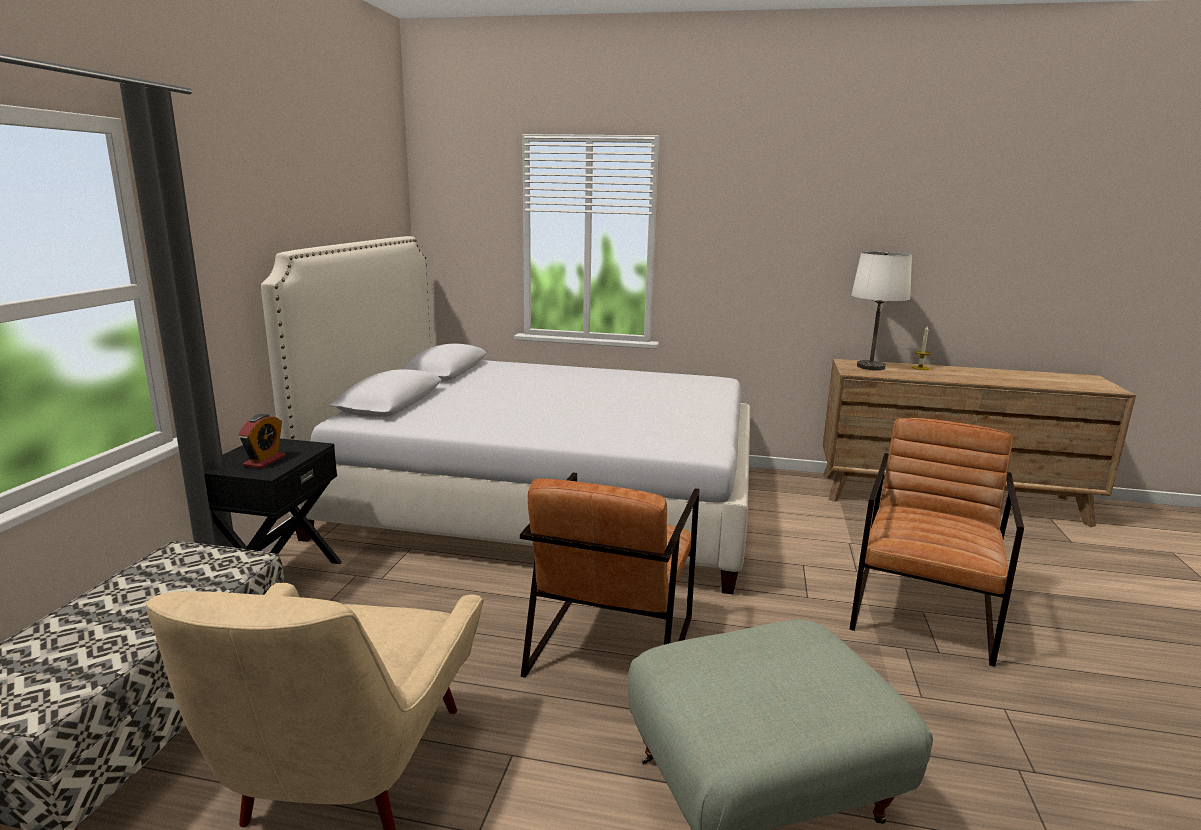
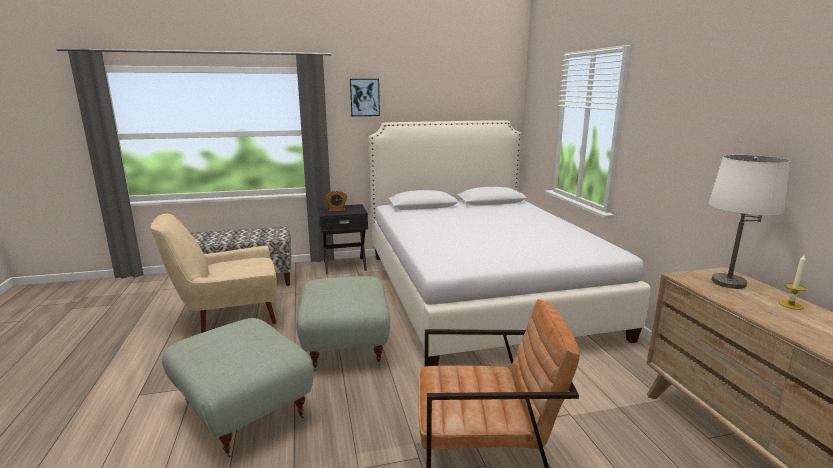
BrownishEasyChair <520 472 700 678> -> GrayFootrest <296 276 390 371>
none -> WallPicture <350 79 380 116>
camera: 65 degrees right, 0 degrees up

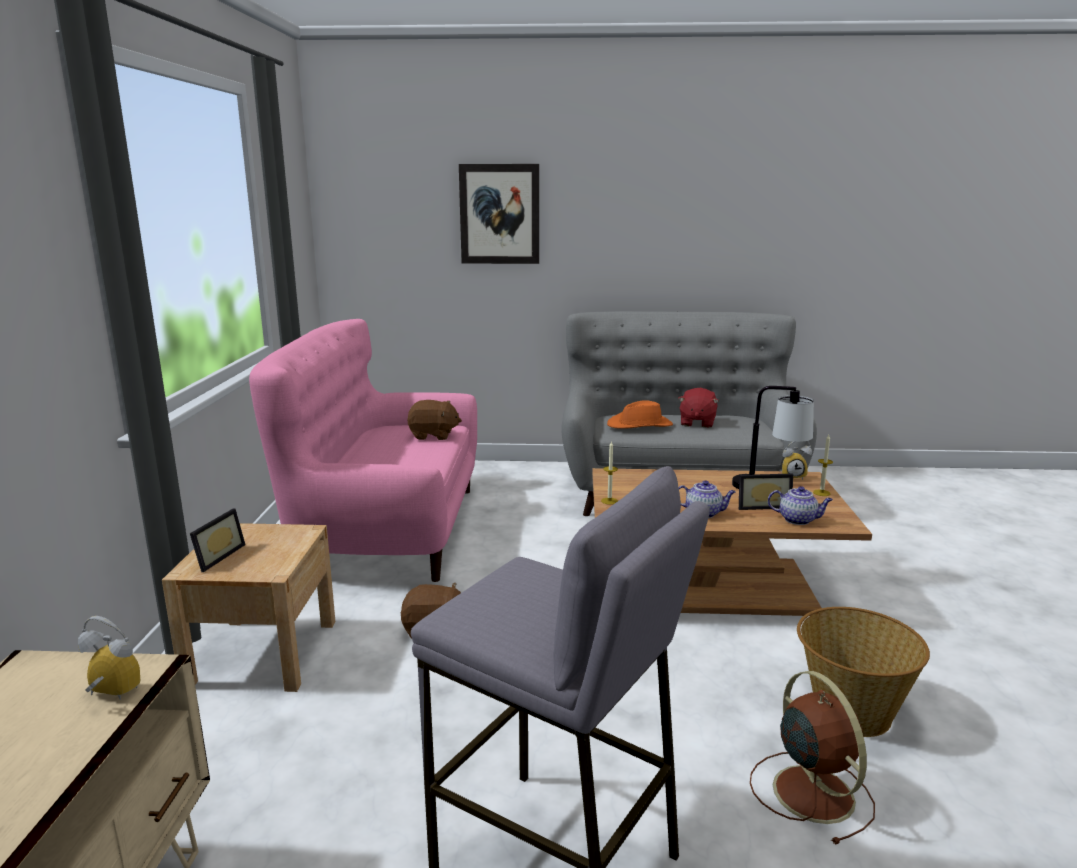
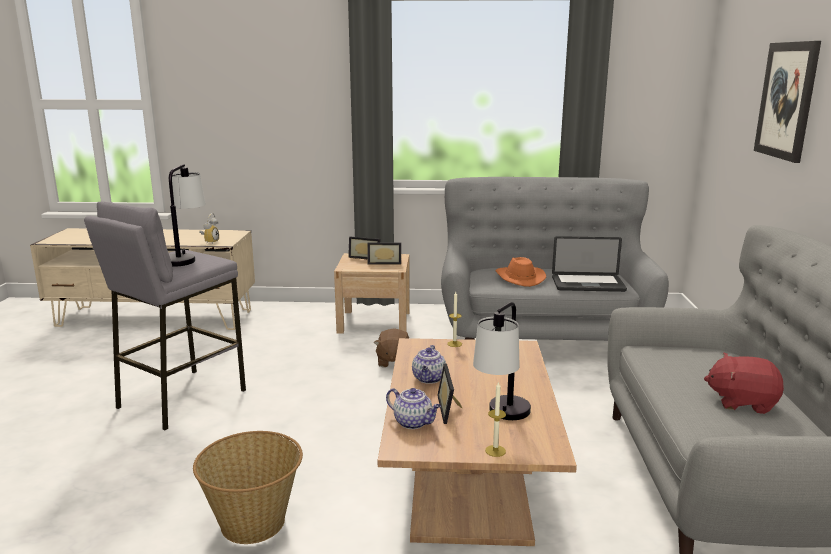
PinkishSettee <249 319 477 582> -> GraySettee <441 177 669 341>
BrownishCuddlyToy <407 400 462 440> -> PortableComputer <552 236 627 292>
OrangeyClothingHat <607 400 673 429> -> OrangeyClothingHat <495 257 546 287>, move
AlarmClock <782 441 812 480> -> none
TeaPot <768 486 833 525> -> TeaPot <386 388 441 429>, 75 degrees counterclockwise
BrownishCoolingFan <750 671 875 844> -> none
none -> LampForATable <169 164 205 267>
none -> StandingFrame <367 243 401 265>
camera: 90 degrees right, 0 degrees up

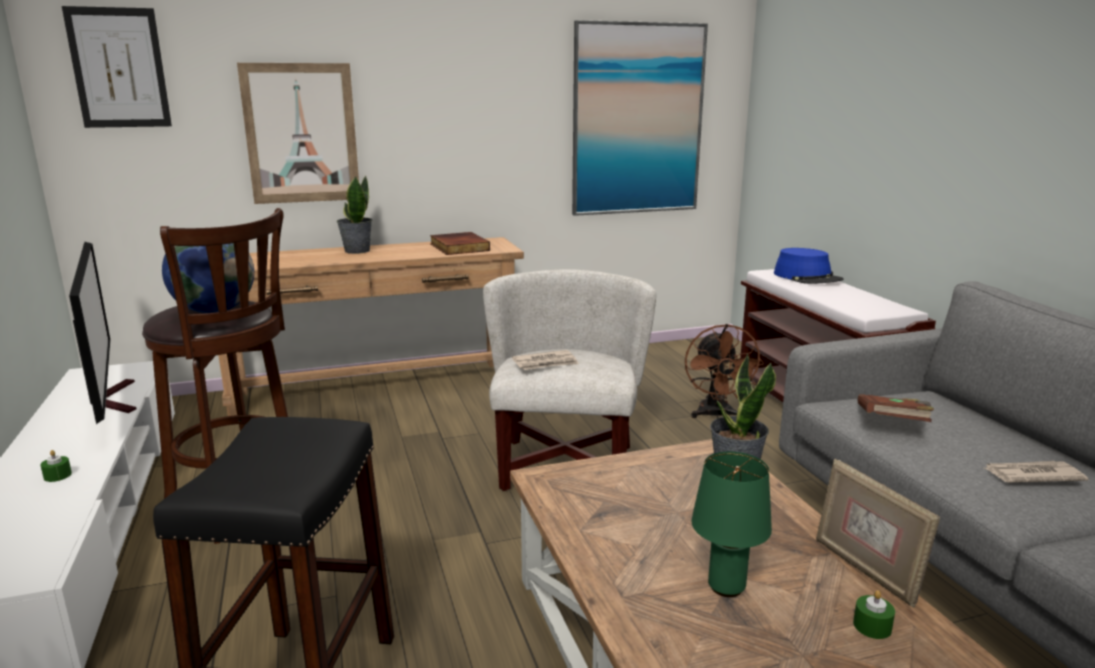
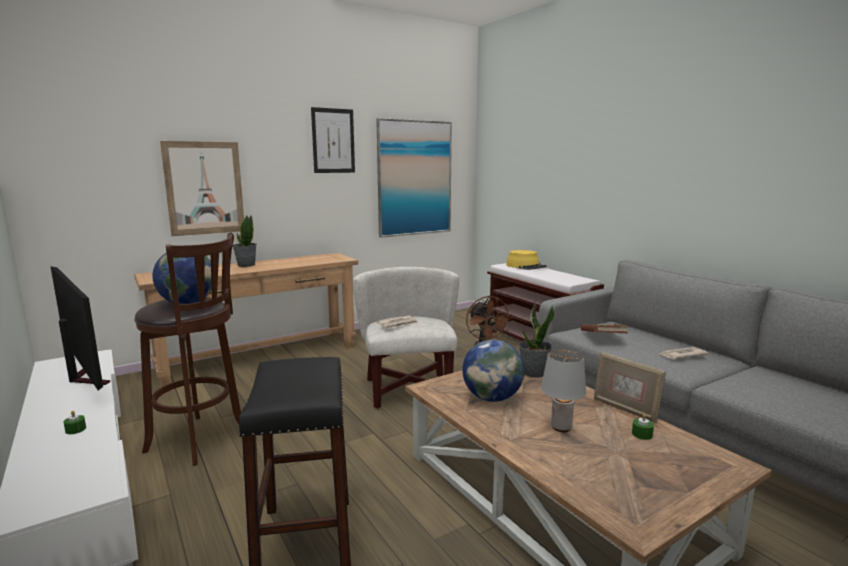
WallPicture <62 6 172 128> -> WallPicture <311 107 355 173>, move
Volume <430 232 490 255> -> none
BluishClothingHat <774 248 844 284> -> YellowClothingHat <506 250 547 270>
GreenishLampForATable <692 452 772 597> -> GrayLampForATable <541 349 586 432>
none -> Globe <462 339 524 402>
camera: 15 degrees left, 5 degrees down

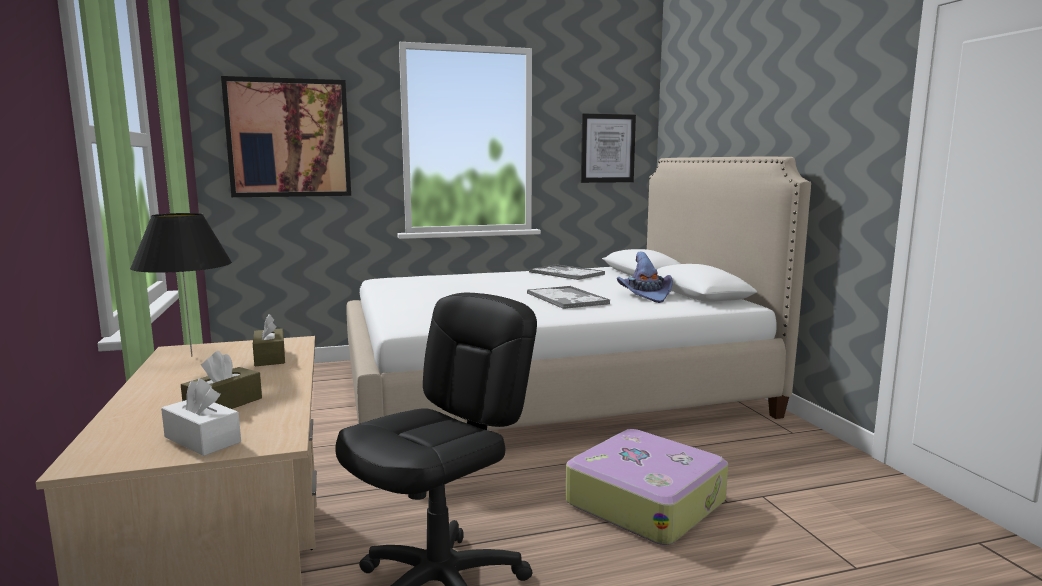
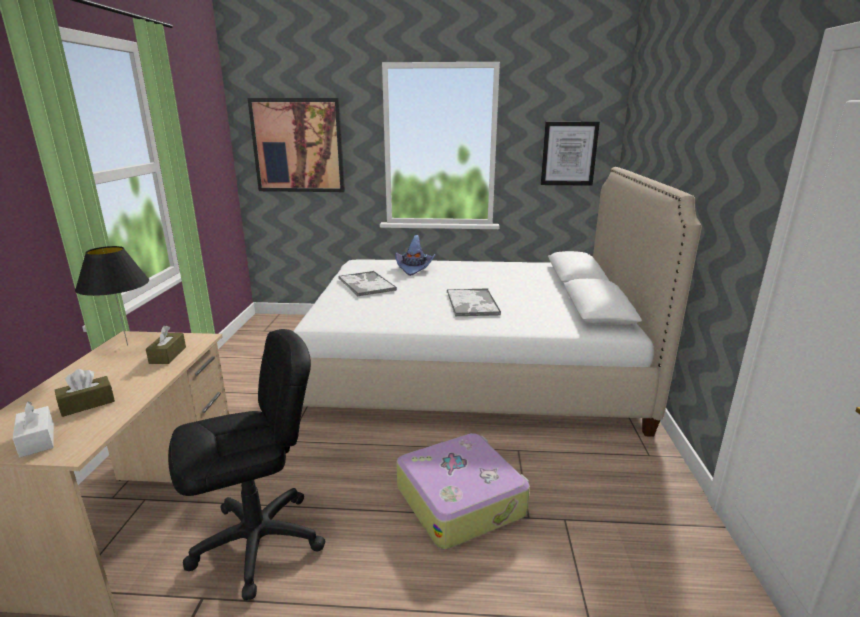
PurplishClothingHat <617 252 673 303> -> PurplishClothingHat <395 235 435 276>, move
Tray <529 264 605 280> -> Tray <338 271 397 296>, move
camera: 20 degrees right, 10 degrees up

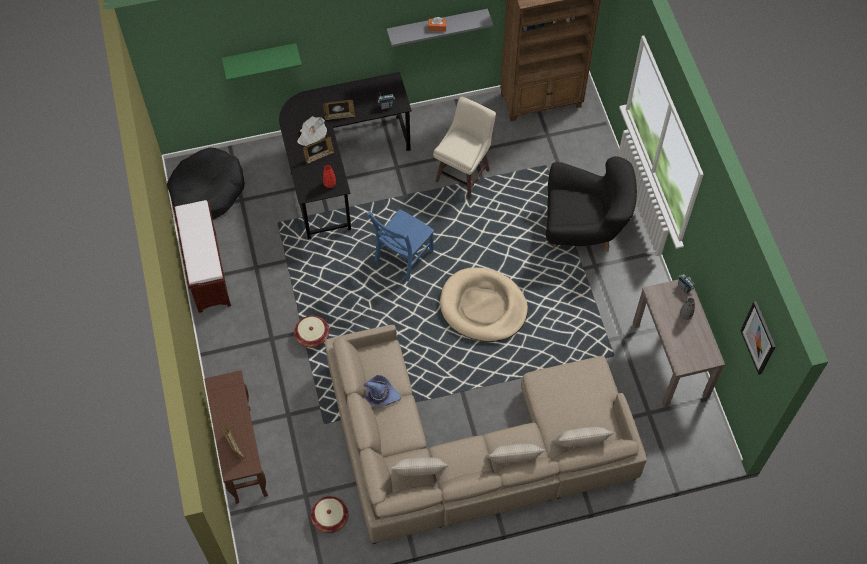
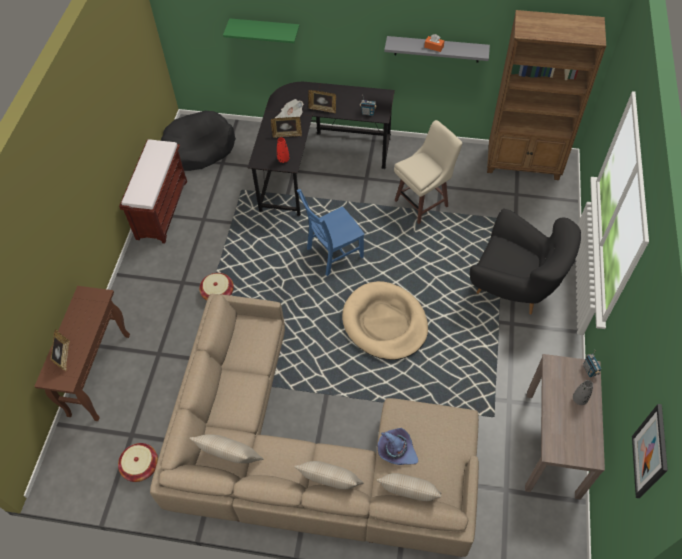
PurplishClothingHat <363 375 401 406> -> PurplishClothingHat <378 428 418 465>, move
camera: 25 degrees right, 5 degrees down

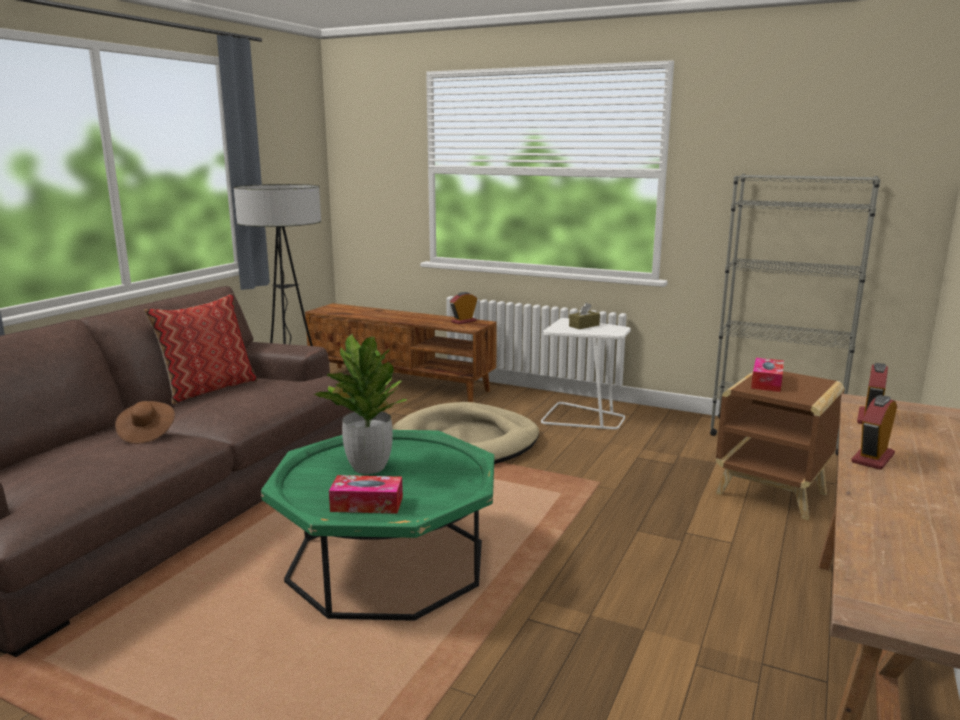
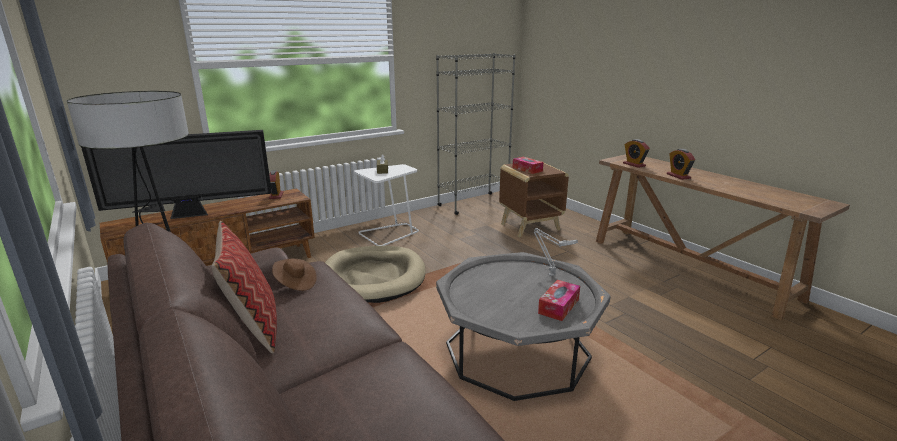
PlantInAPot <314 334 407 474> -> none
BrownishClothingHat <115 401 175 444> -> BrownishClothingHat <272 258 317 291>, move
GreenishLoungeTable <261 430 494 621> -> GrayLoungeTable <436 252 611 401>
none -> Tv <81 130 272 219>
none -> GrayLampForATable <534 228 578 276>
camera: 60 degrees left, 5 degrees up

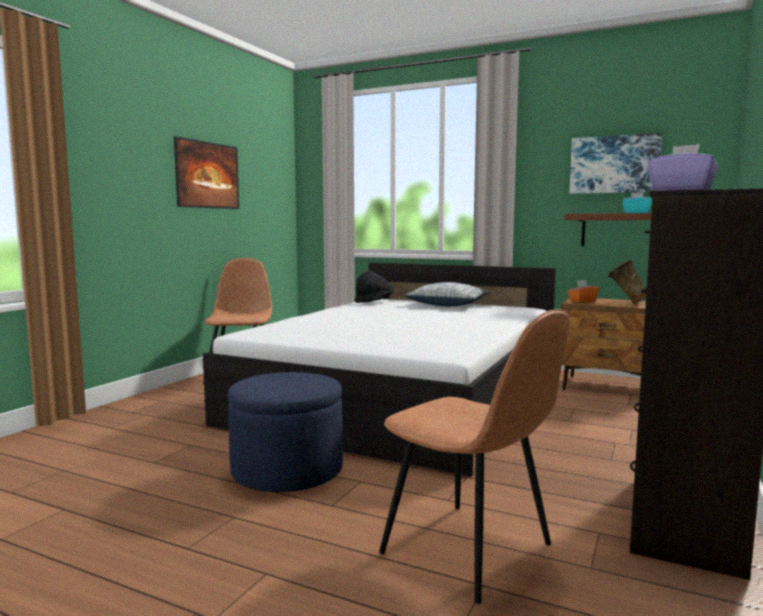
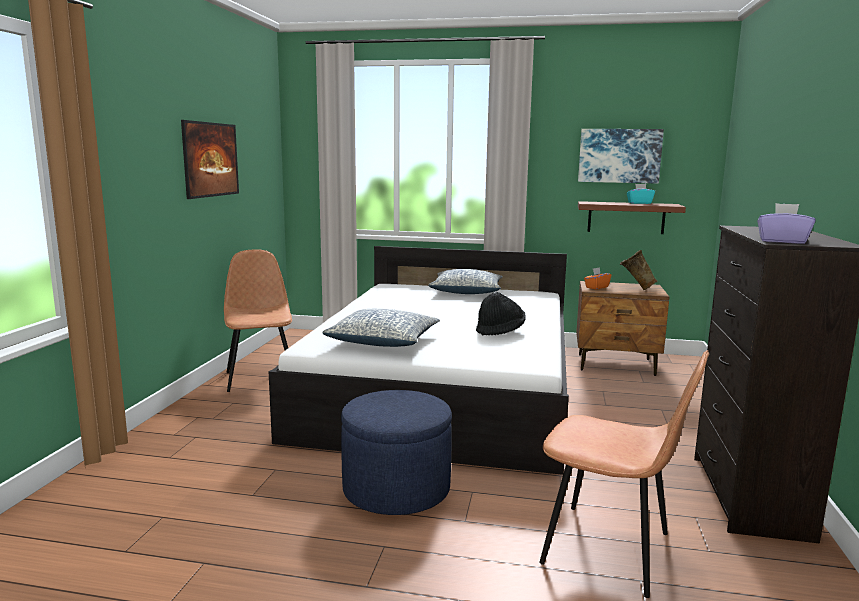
BlackishClothingHat <355 271 394 303> -> BlackishClothingHat <476 292 526 335>, move
none -> Pillow <323 309 440 347>
camera: 15 degrees left, 5 degrees up

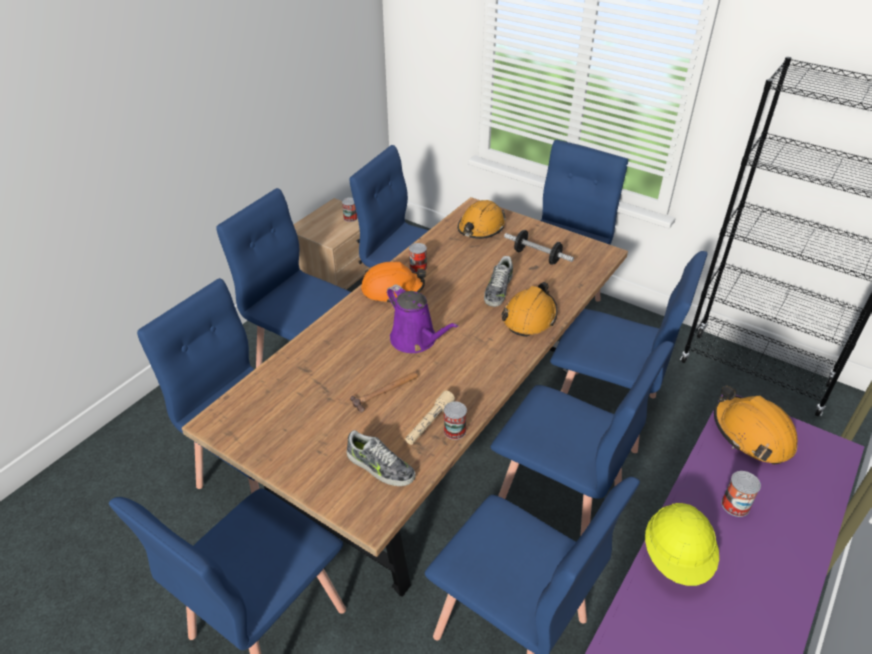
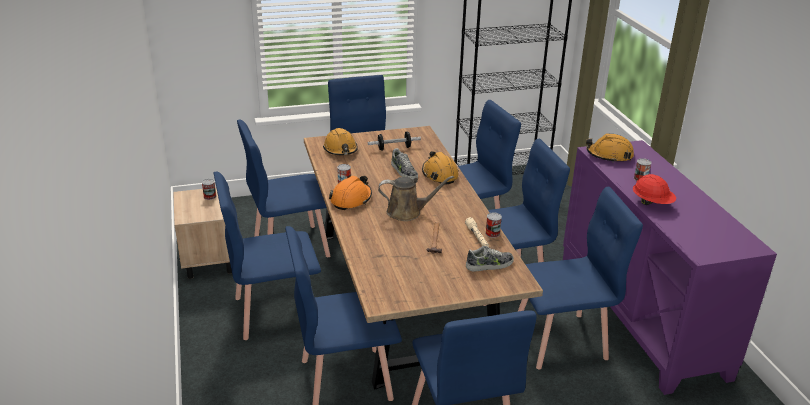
PurplishSprinklingCan <387 284 459 353> -> BrownishSprinklingCan <378 176 454 221>
YellowWorkHelmet <645 503 719 586> -> RedWorkHelmet <633 174 676 205>
camera: 50 degrees left, 10 degrees down

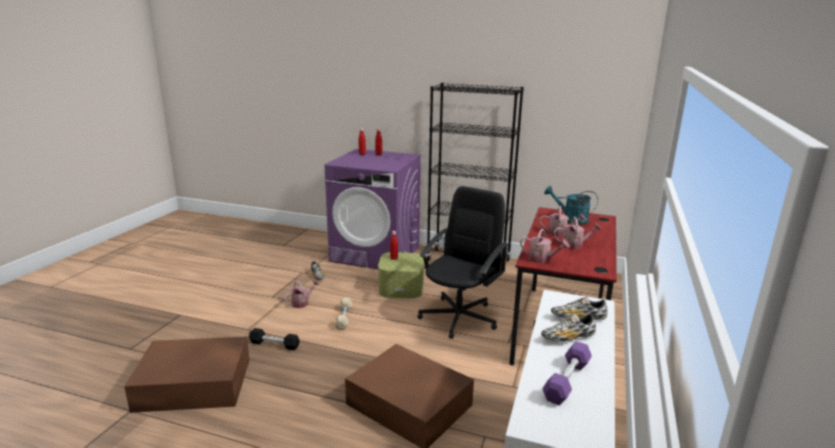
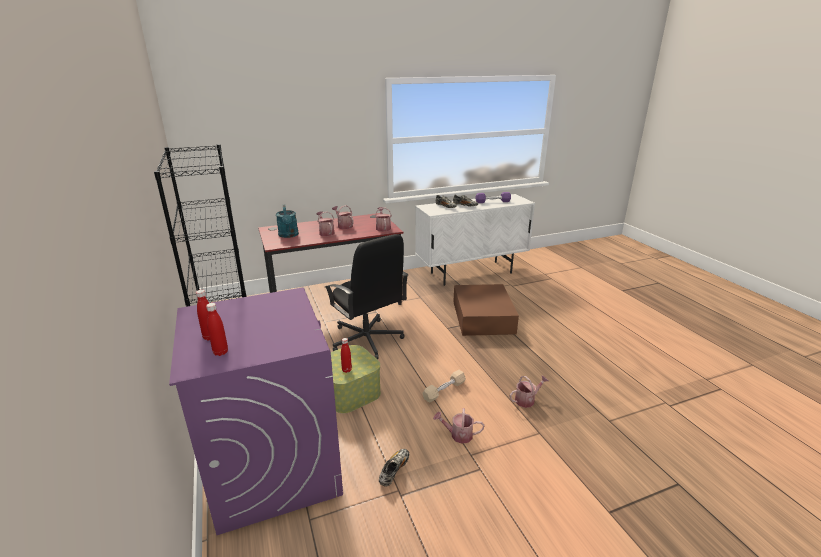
BlackishComputerChair <417 186 509 339> -> BlackishComputerChair <325 234 408 359>, 120 degrees counterclockwise
BlackishFreeWeight <249 328 300 350> -> SprinklingCan <510 375 549 408>
BrownishStorageBin <124 337 250 413> -> none
camera: 130 degrees left, 5 degrees up

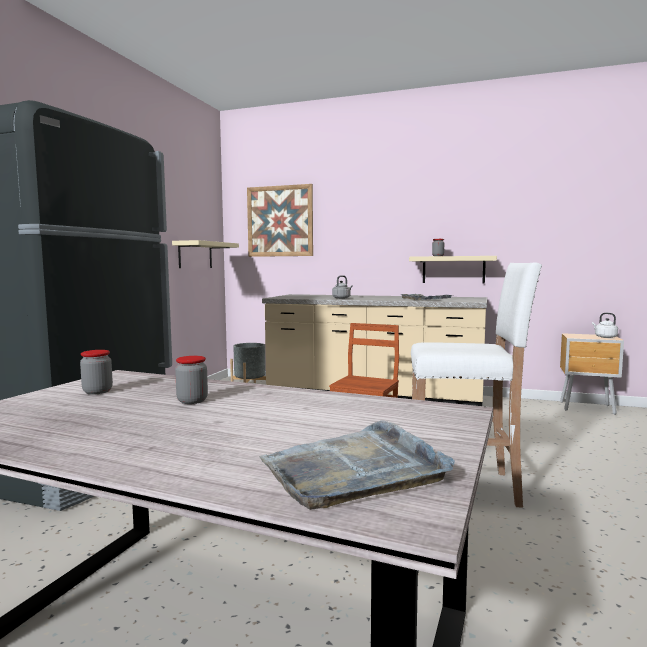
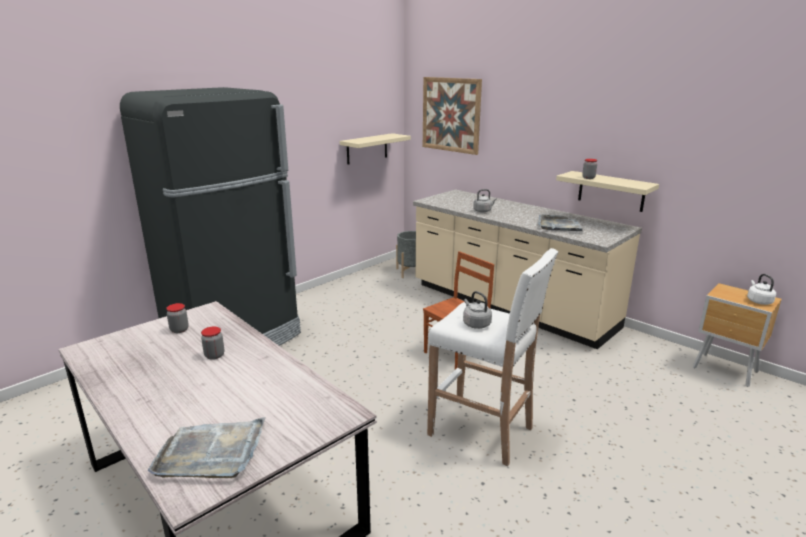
none -> GrayKettle <463 291 492 329>
camera: 25 degrees right, 15 degrees up

